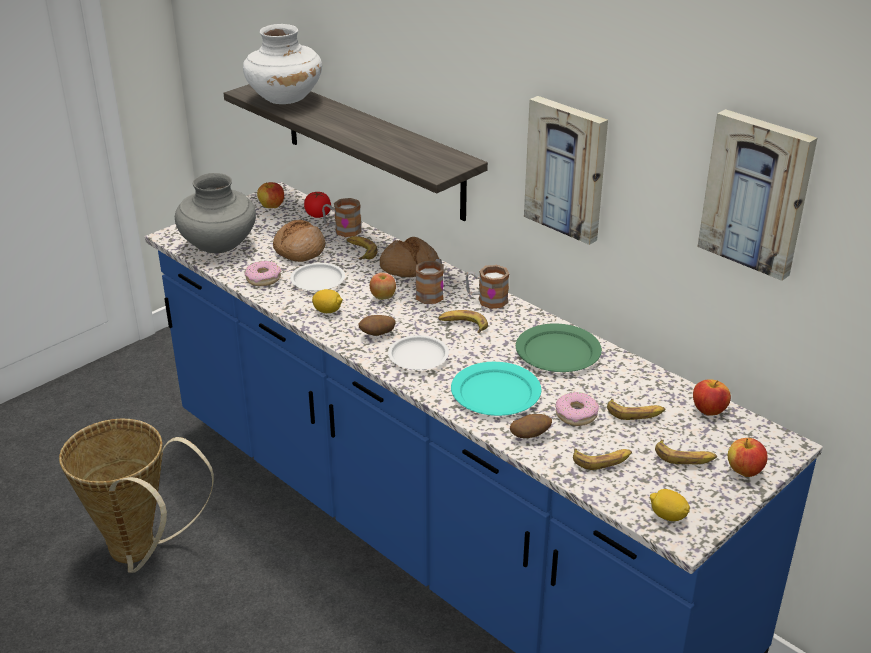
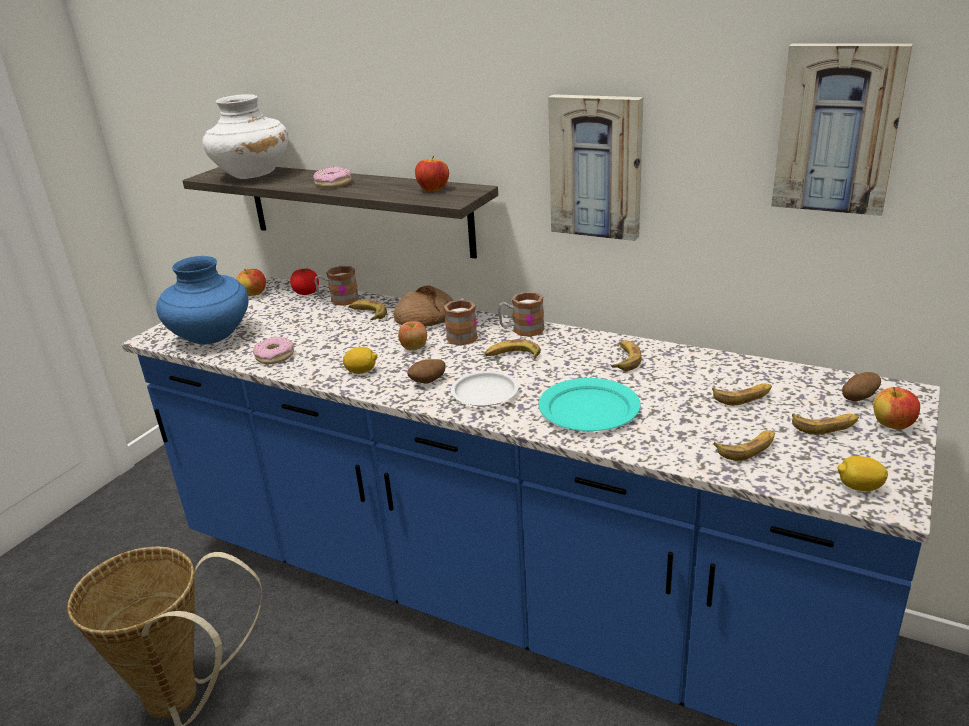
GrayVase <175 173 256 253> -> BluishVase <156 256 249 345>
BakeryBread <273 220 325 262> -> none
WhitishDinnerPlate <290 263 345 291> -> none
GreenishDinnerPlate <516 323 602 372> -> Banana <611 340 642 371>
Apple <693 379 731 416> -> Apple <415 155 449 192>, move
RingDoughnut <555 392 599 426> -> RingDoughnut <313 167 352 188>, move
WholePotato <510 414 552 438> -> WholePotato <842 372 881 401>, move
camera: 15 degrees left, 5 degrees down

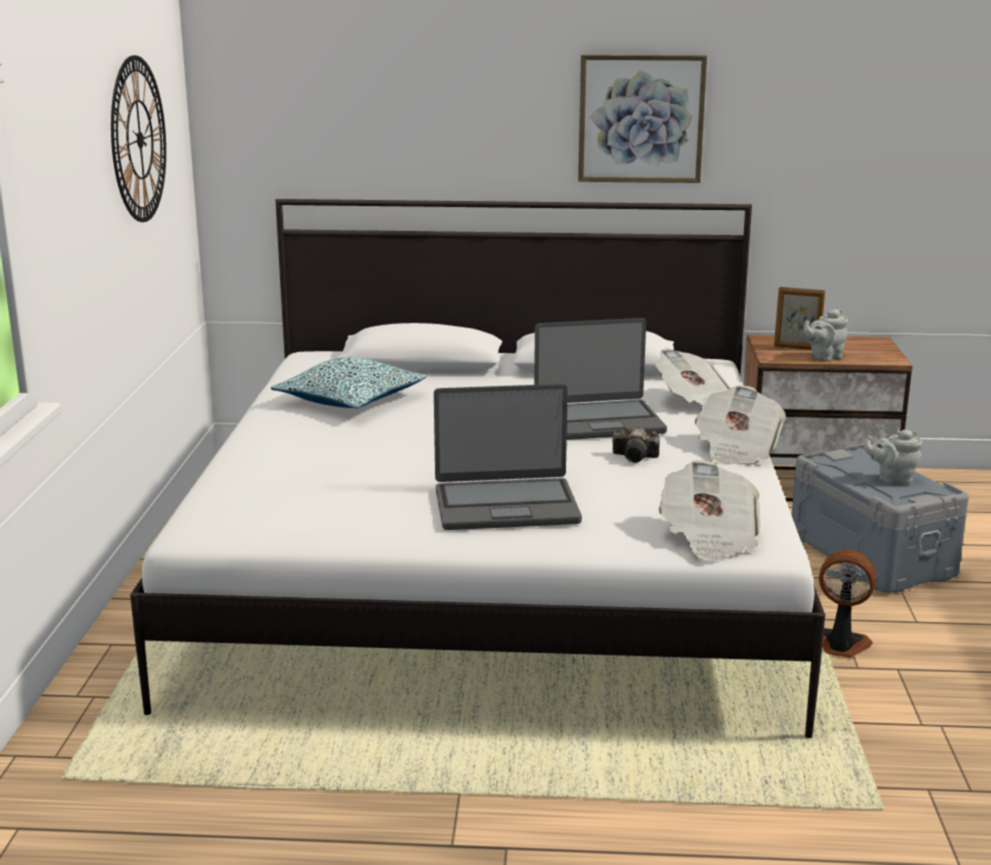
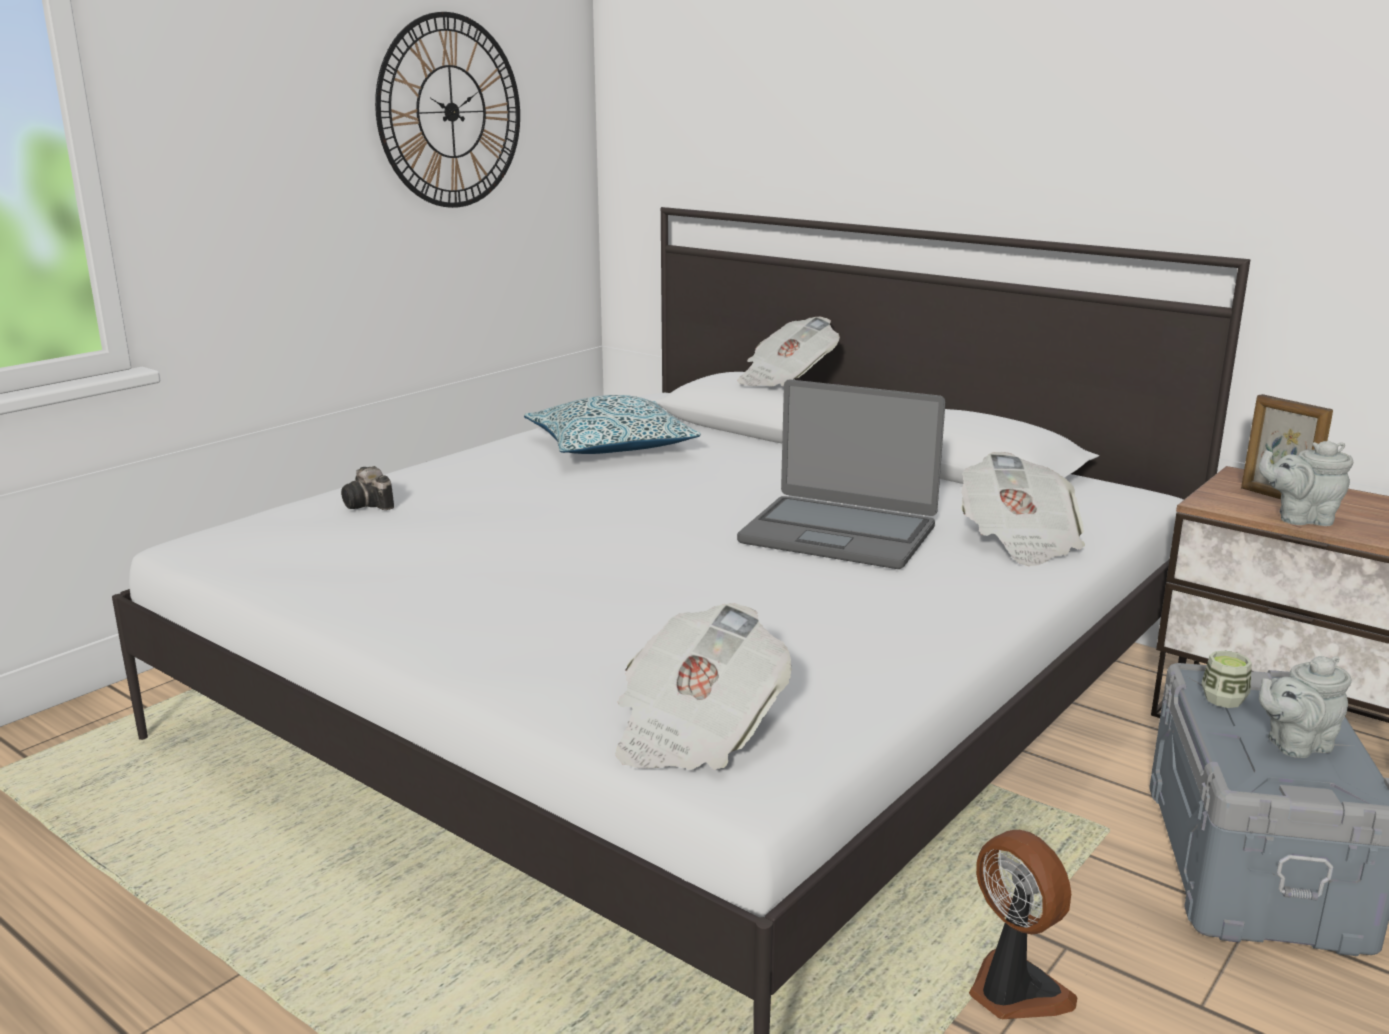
WallPicture <578 55 707 183> -> none
PortableComputer <434 384 582 530> -> none
Newspaper <694 385 786 465> -> Newspaper <737 317 840 387>, move
StillCamera <612 427 660 463> -> StillCamera <341 466 394 510>, move
GrayTeaPot <863 430 922 485> -> GrayTeaPot <1259 656 1352 758>, 60 degrees counterclockwise
none -> SmallCup <1202 651 1252 708>
camera: 35 degrees right, 0 degrees up

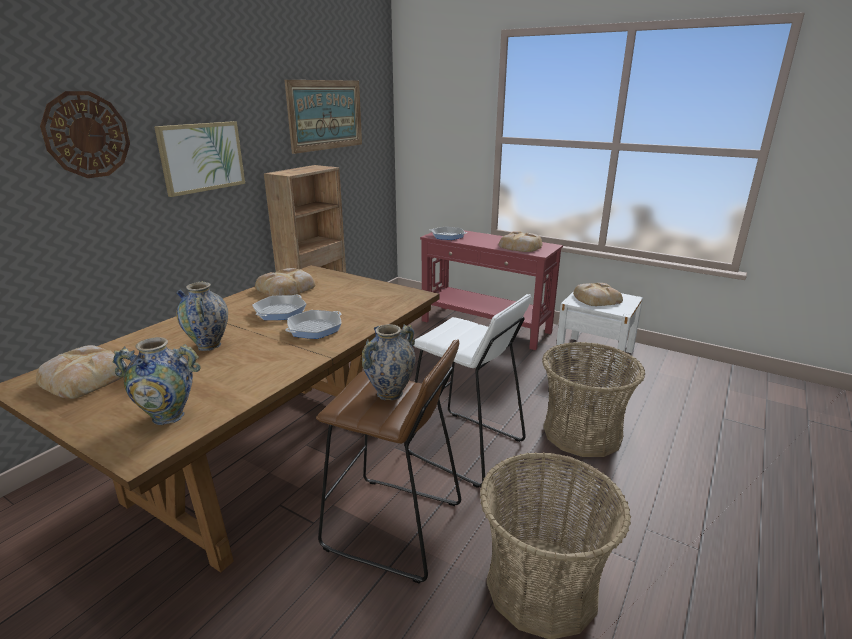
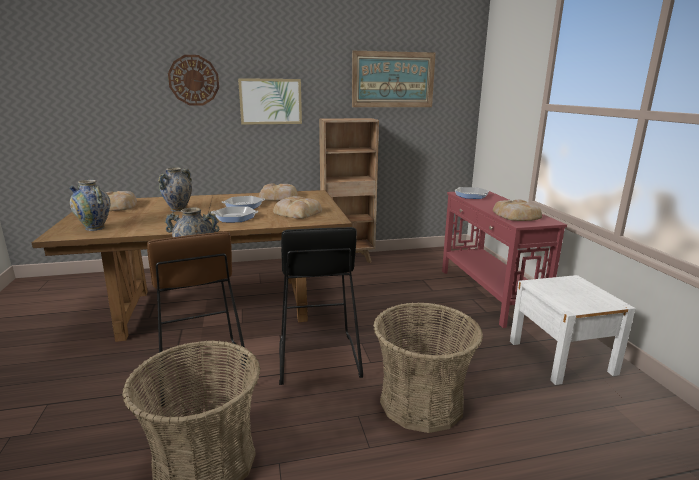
BakeryBread <573 283 623 306> -> BakeryBread <273 196 322 219>, move
WhitishStool <405 294 531 488> -> BlackishStool <279 227 363 385>
camera: 45 degrees right, 5 degrees down

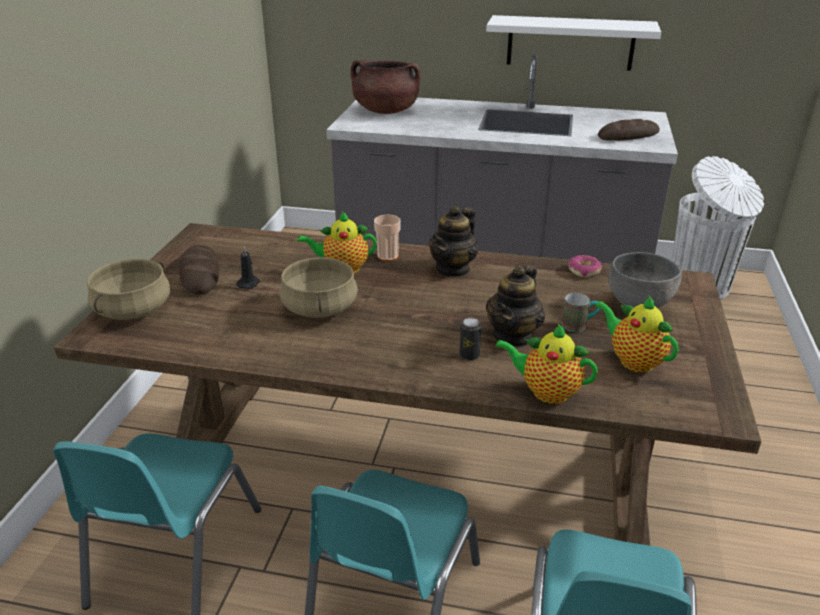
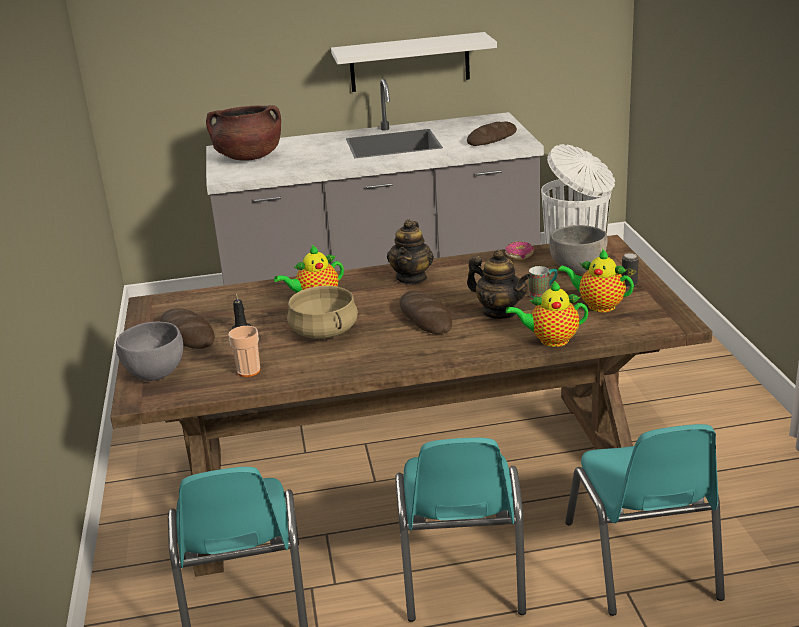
SmallCup <374 215 401 262> -> SmallCup <228 326 260 377>, move
SandColouredStockpot <87 259 170 320> -> GrayServingBowl <116 322 183 381>
TeaPot <486 265 545 348> -> TeaPot <467 250 531 319>, 60 degrees counterclockwise
Can <459 318 481 360> -> Can <622 253 639 287>, move
none -> BakeryBread <399 291 452 334>
camera: 20 degrees left, 5 degrees down

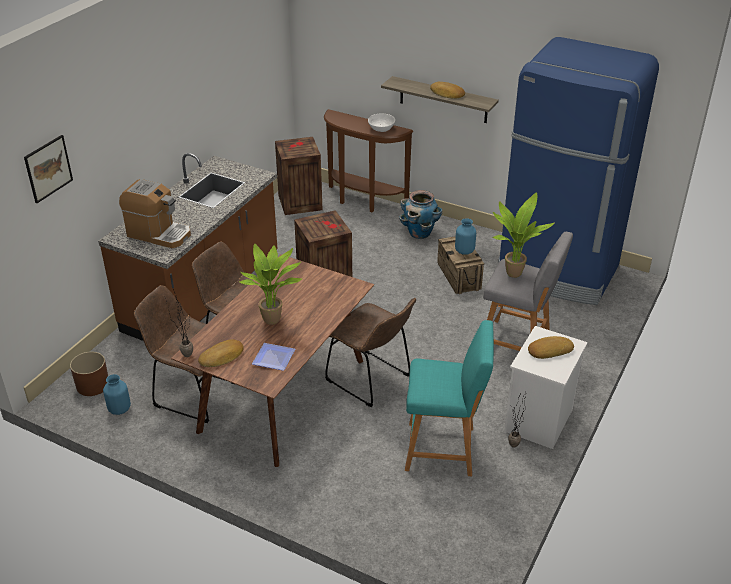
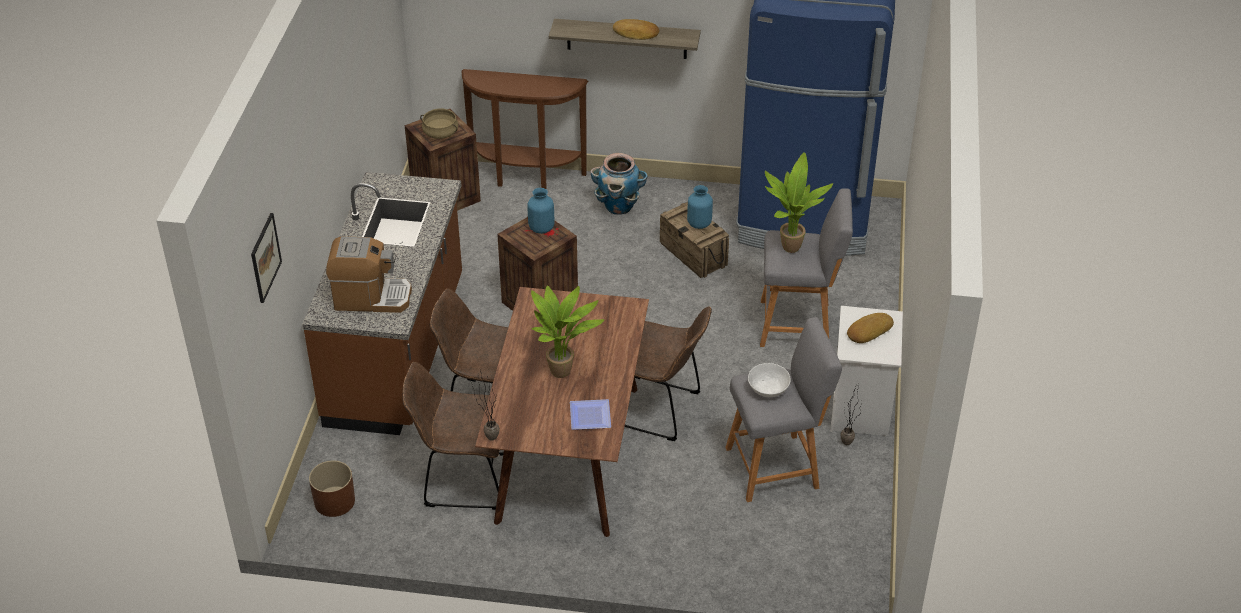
WhitishServingBowl <368 113 395 132> -> WhitishServingBowl <748 363 791 397>, move
TurquoiseStool <405 320 494 476> -> GrayStool <725 317 842 502>
BakeryBread <198 339 244 367> -> none
BluishVase <103 374 131 415> -> BluishVase <527 188 554 234>, move
none -> SandColouredStockpot <420 109 458 139>
camera: 20 degrees left, 5 degrees up

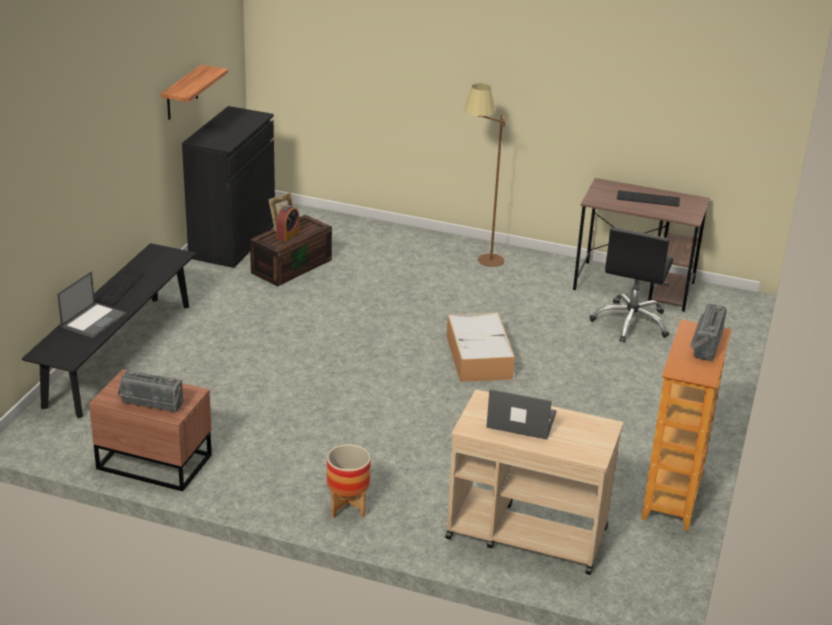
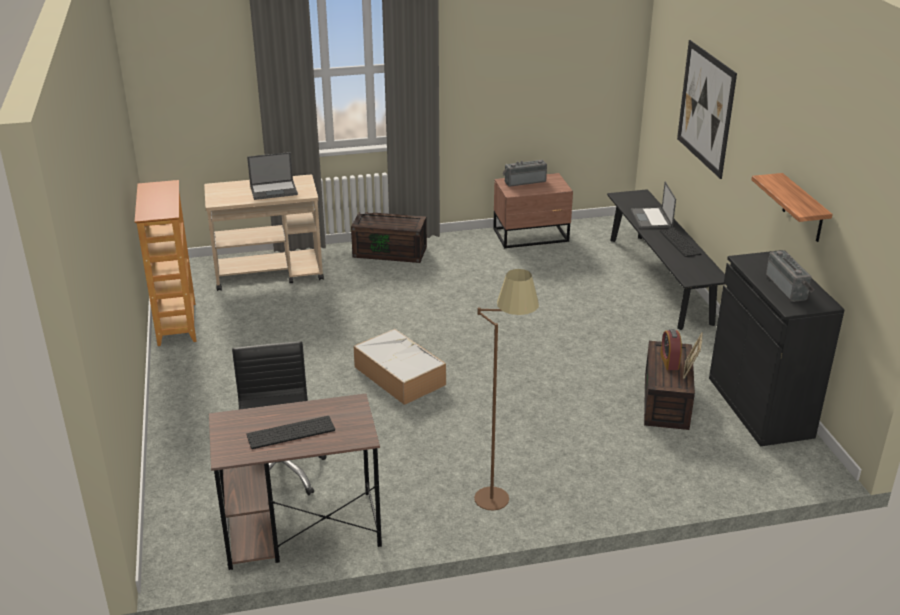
RadioSet <690 304 727 361> -> RadioSet <766 250 814 302>, move
PlantPot <327 444 371 518> -> BrownishStorageBin <351 212 427 263>
none -> WallPicture <677 40 737 179>
camera: 150 degrees right, 0 degrees up

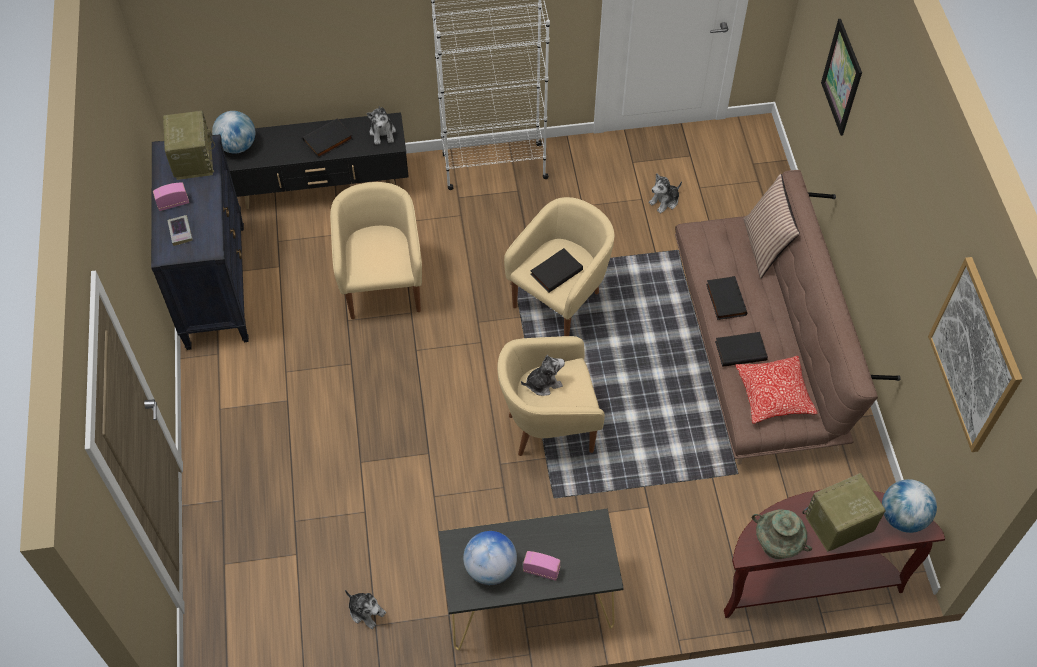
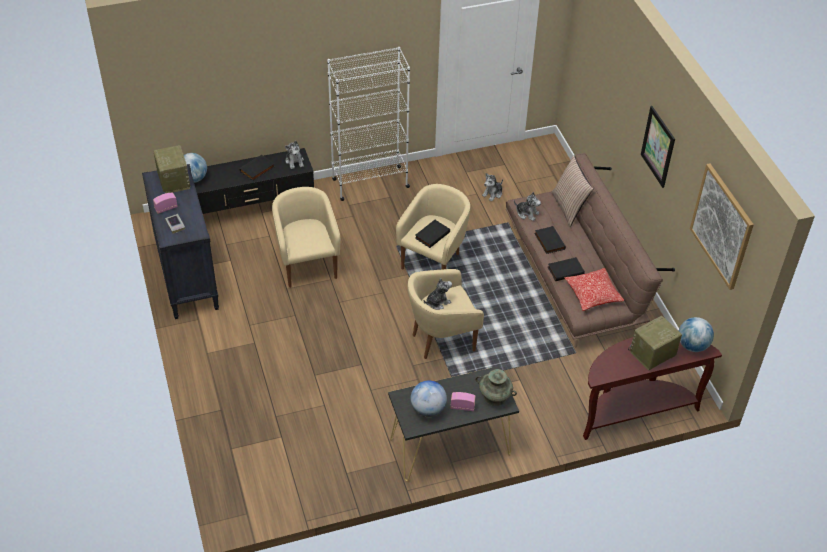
WallPicture <821 19 862 136> -> WallPicture <641 106 675 188>, move
TurquoiseVase <752 509 812 559> -> TurquoiseVase <475 369 517 406>, move
CuddlyToy <345 590 386 629> -> CuddlyToy <514 192 541 221>, move
camera: 10 degrees left, 10 degrees down

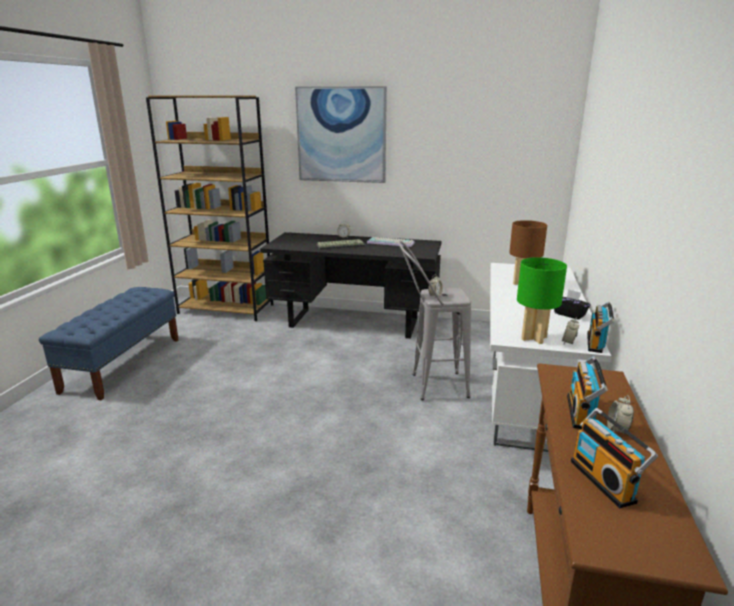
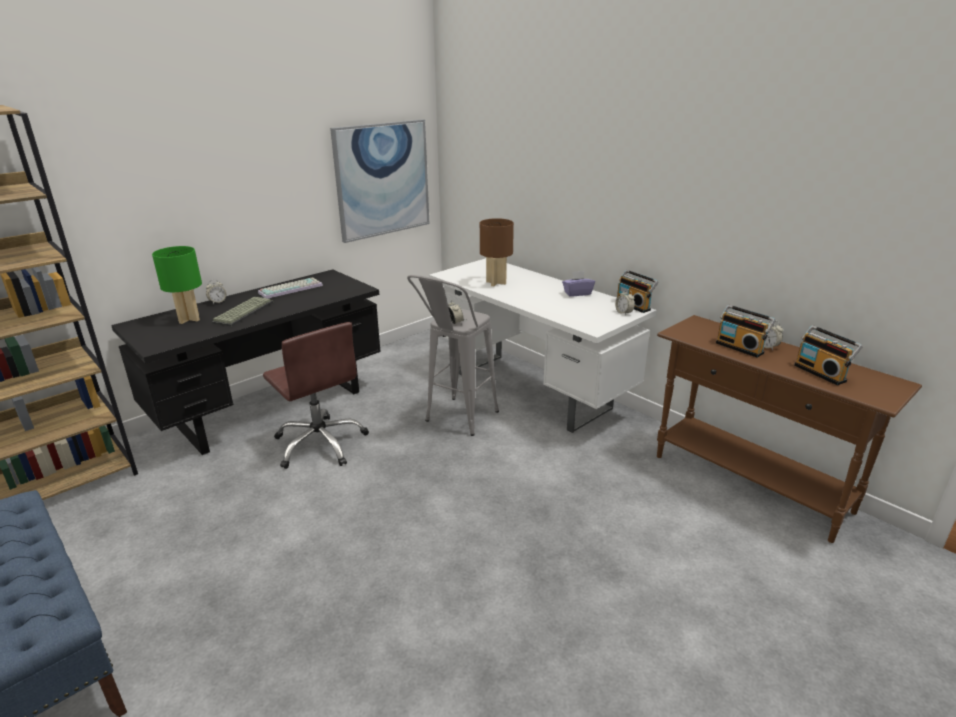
WallPicture <295 86 387 183> -> WallPicture <330 119 429 243>, move
GreenishLampForATable <517 257 567 344> -> GreenishLampForATable <152 246 202 324>, move
BlackishBoxOfTissues <554 289 591 320> -> PurplishBoxOfTissues <562 271 595 297>
RadioSet <571 408 658 508> -> RadioSet <794 325 862 385>, 45 degrees clockwise
none -> BrownishComputerChair <263 322 369 469>
camera: 55 degrees left, 5 degrees up

